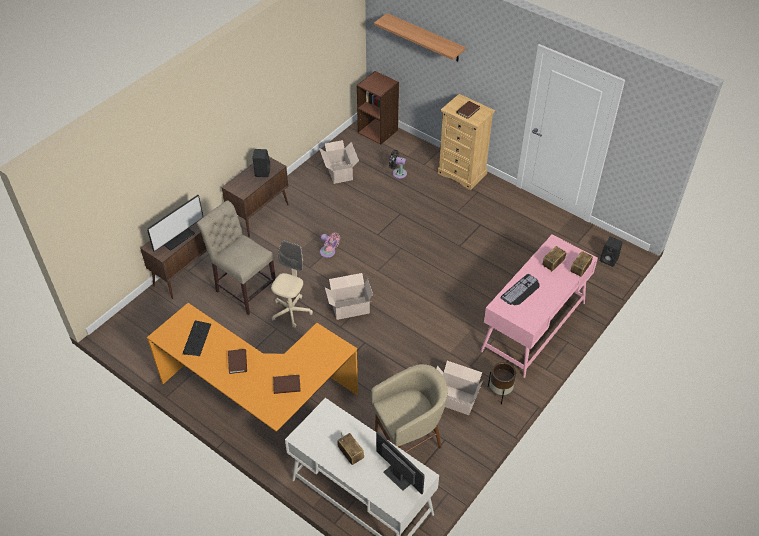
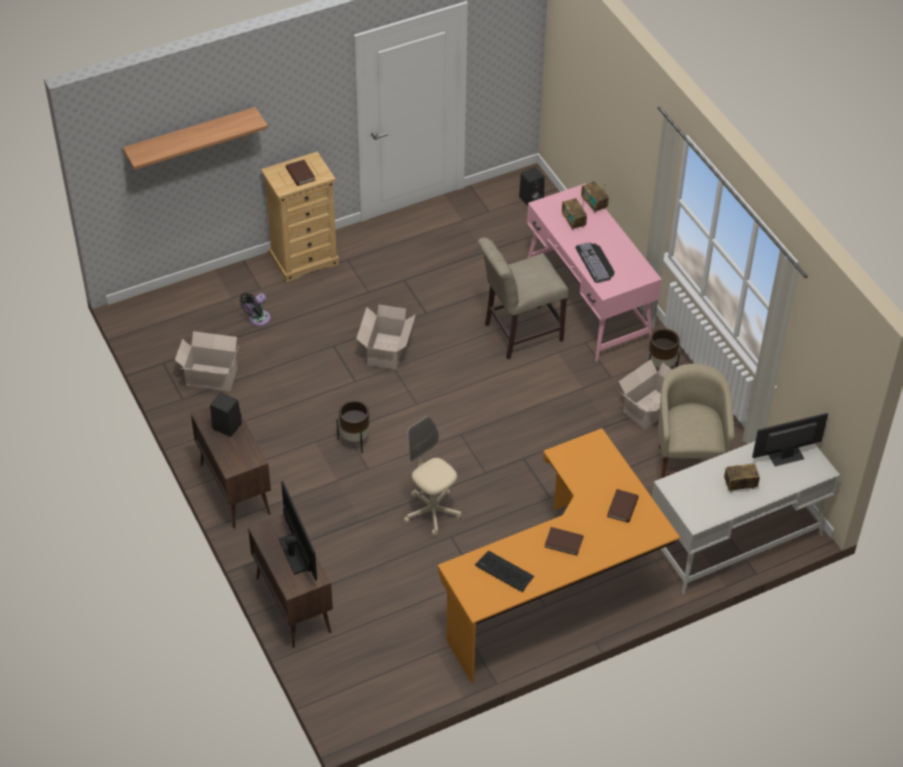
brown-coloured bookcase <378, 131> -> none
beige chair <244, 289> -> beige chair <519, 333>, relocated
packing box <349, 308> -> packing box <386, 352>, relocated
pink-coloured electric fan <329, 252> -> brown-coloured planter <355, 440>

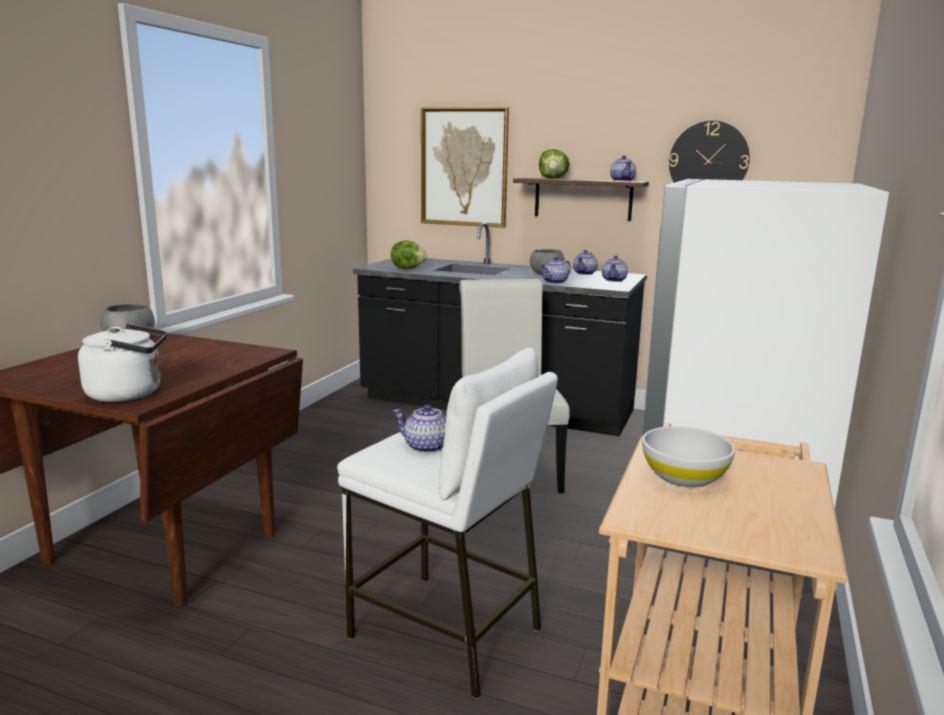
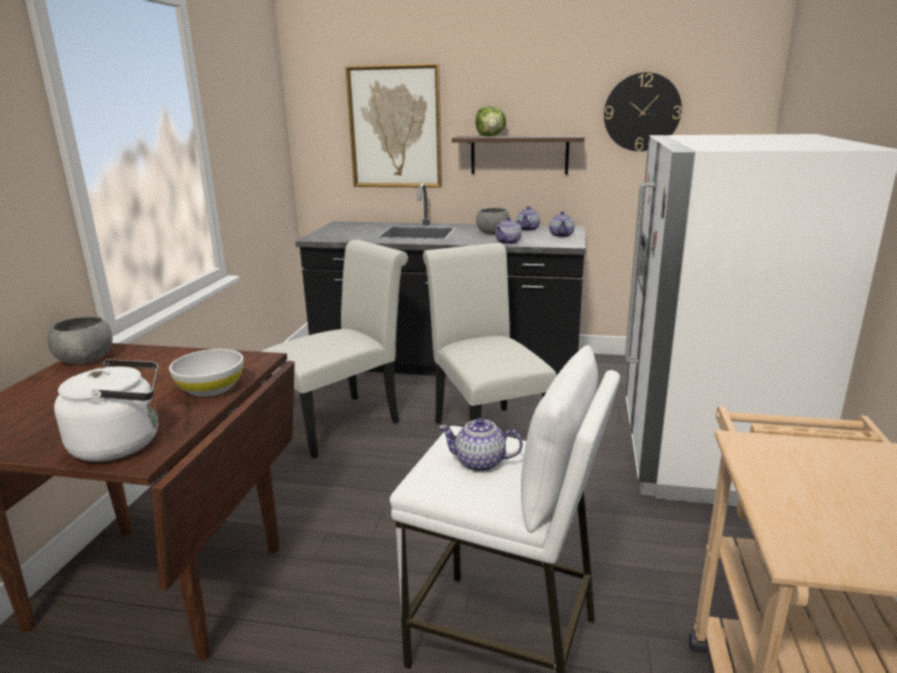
lettuce <408, 268> -> none
teapot <622, 181> -> none
none -> white chair <344, 422>
white deep dish <684, 477> -> white deep dish <211, 388>, relocated

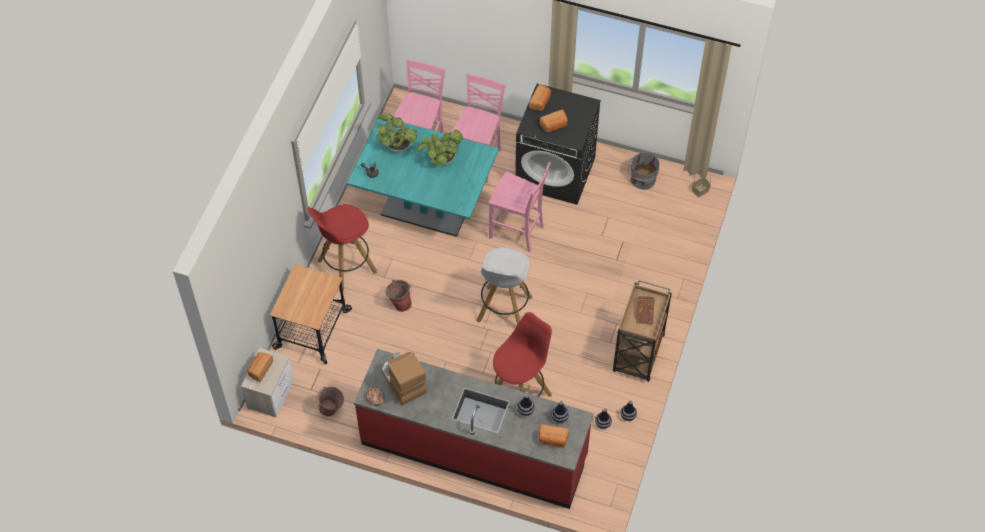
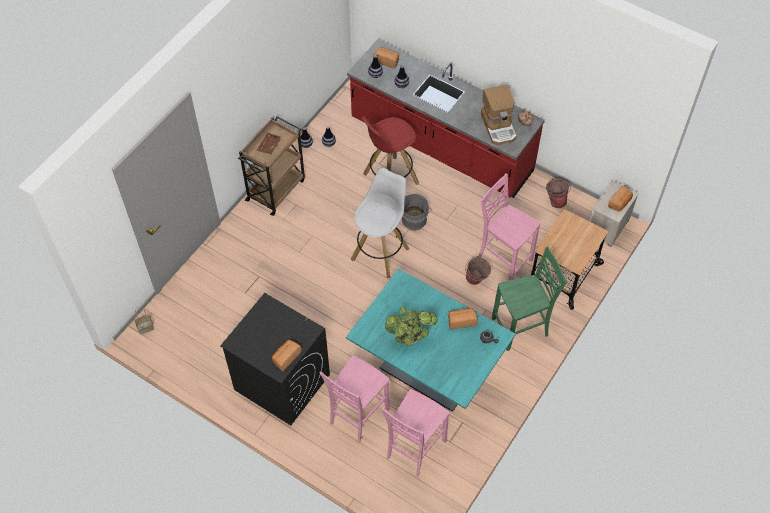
houseplant <397, 146> -> none
pink-coloured chair <518, 232> -> pink-coloured chair <503, 259>, relocated
baked bread <554, 126> -> baked bread <461, 321>, relocated
greyish water bucket <642, 180> -> greyish water bucket <415, 219>, relocated
red-coloured stool <346, 267> -> green chair <521, 328>

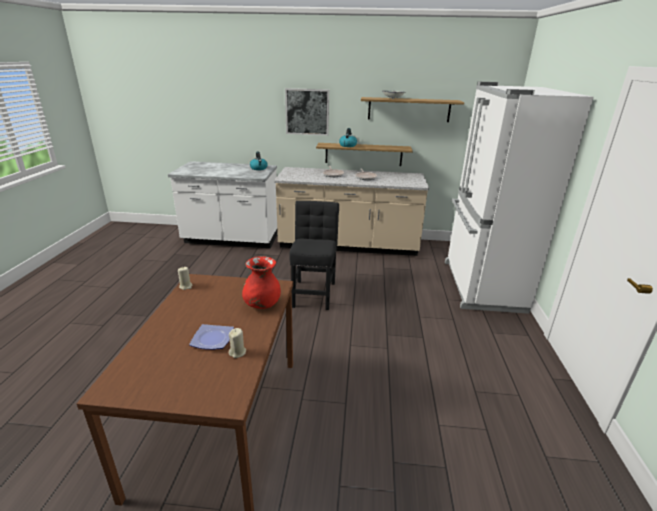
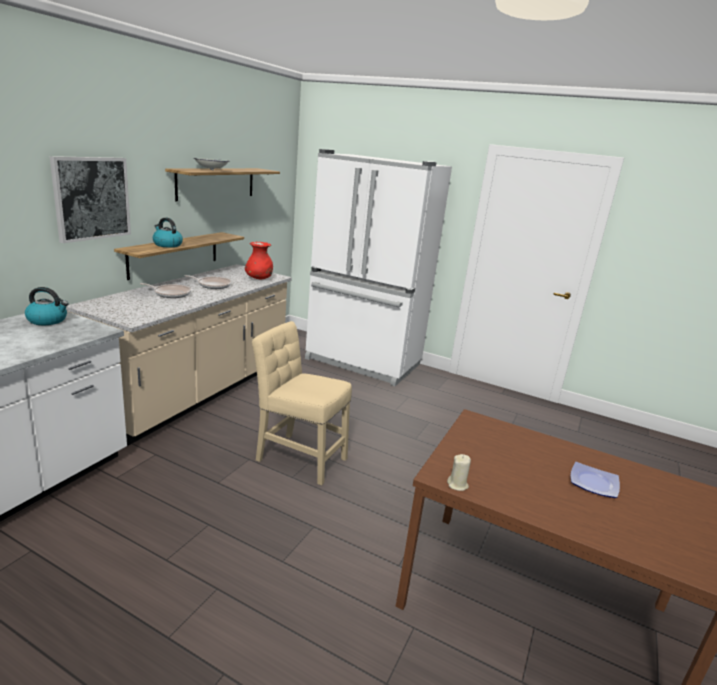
beige candle <237, 352> -> none
red-coloured vase <262, 304> -> red-coloured vase <259, 278>, relocated
black chair <313, 293> -> beige chair <298, 457>

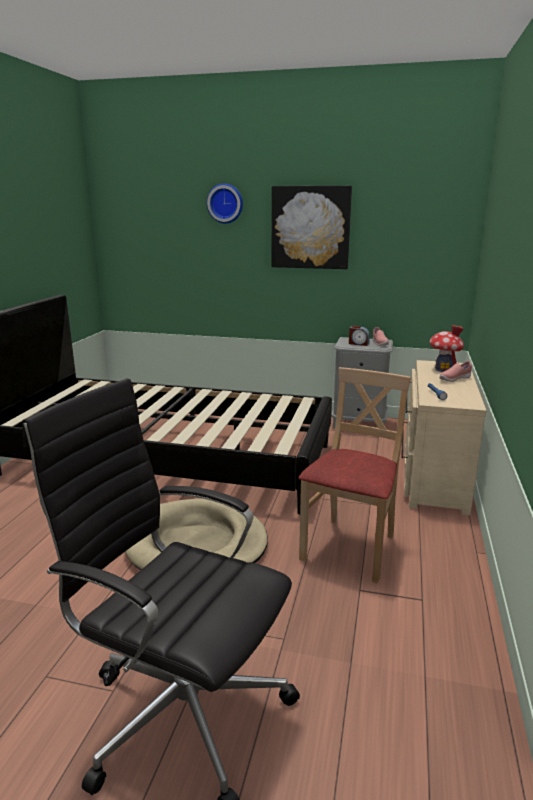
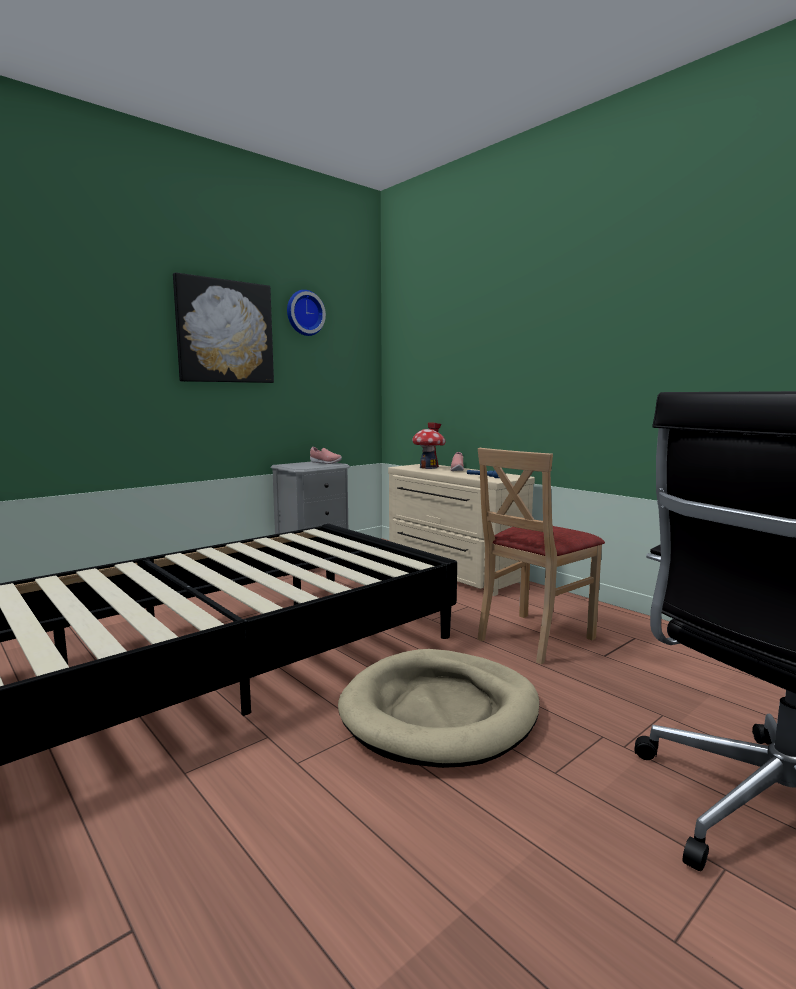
alarm clock <358, 343> -> none
clock on the wall <225, 203> -> clock on the wall <304, 313>, relocated
beige chair <350, 548> -> beige chair <534, 637>, 105 degrees counterclockwise

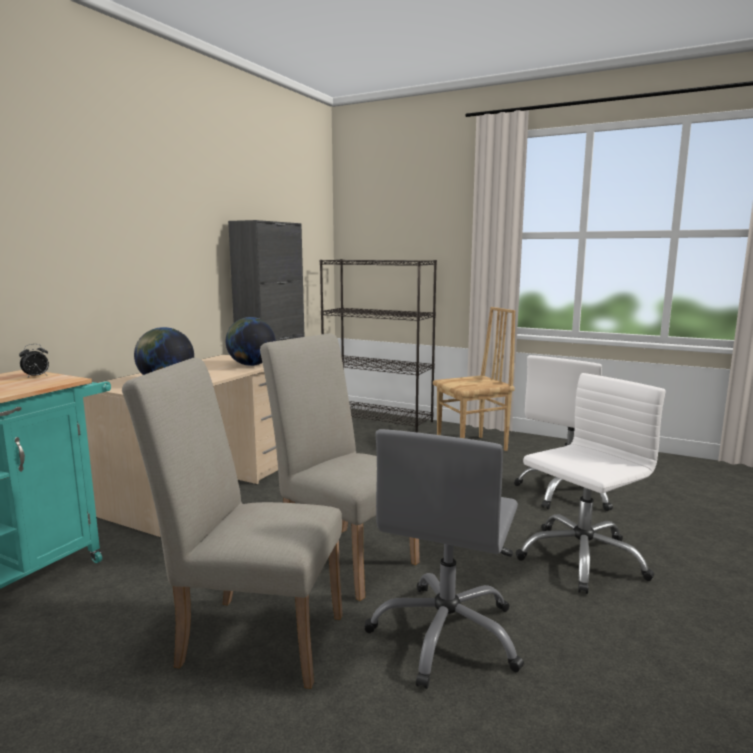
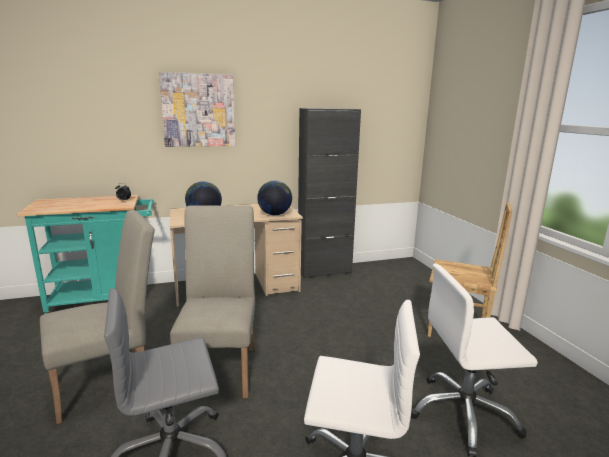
black bookcase <378, 419> -> none
none -> wall picture <198, 110>
beige chair <251, 636> -> beige chair <111, 384>, 90 degrees clockwise

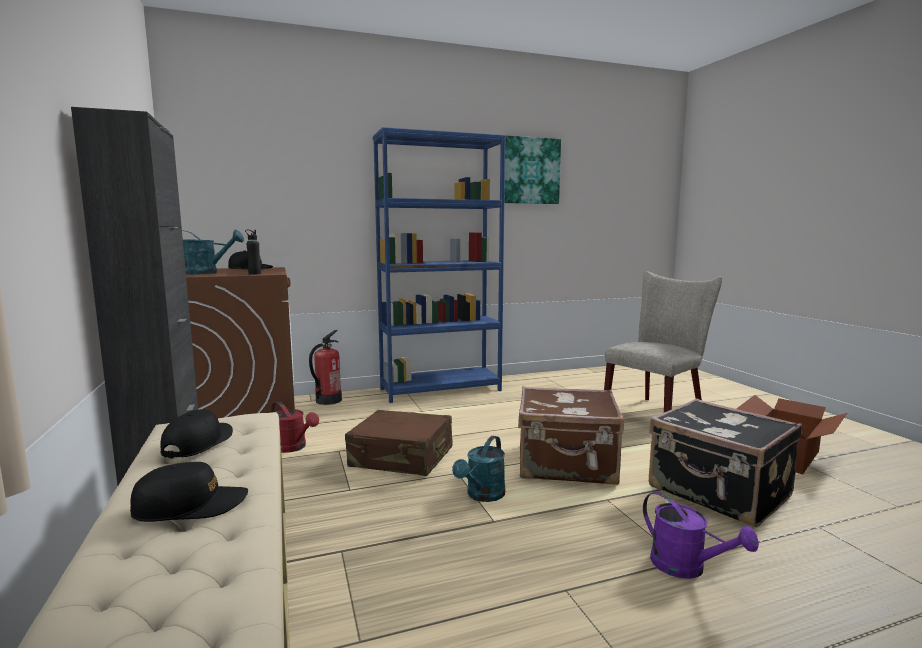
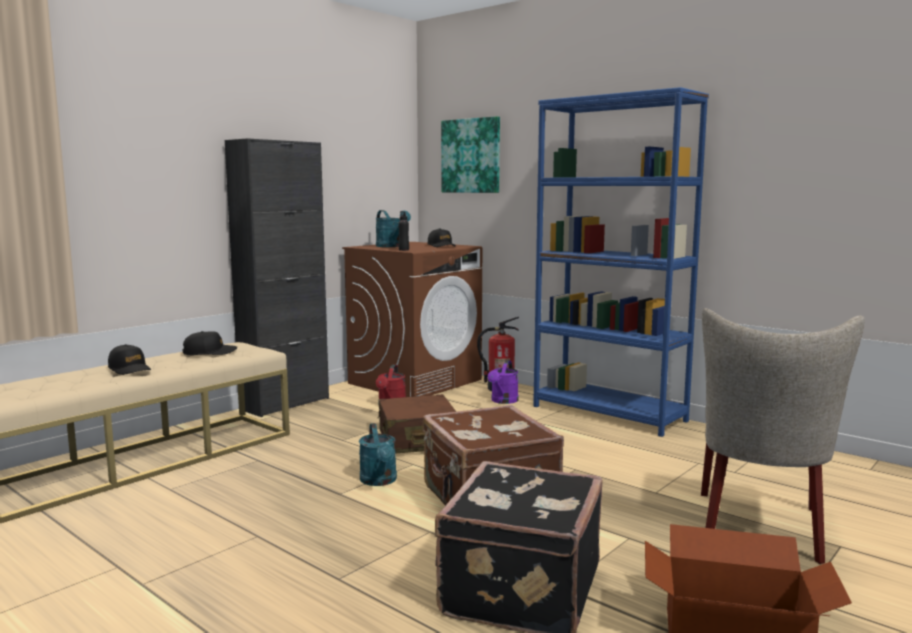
wall picture <529, 171> -> wall picture <471, 156>, relocated
purplish sprinkling can <687, 568> -> purplish sprinkling can <503, 401>, relocated
blue-green sprinkling can <482, 496> -> blue-green sprinkling can <379, 481>, 105 degrees counterclockwise
beige chair <657, 412> -> beige chair <760, 530>, 90 degrees clockwise

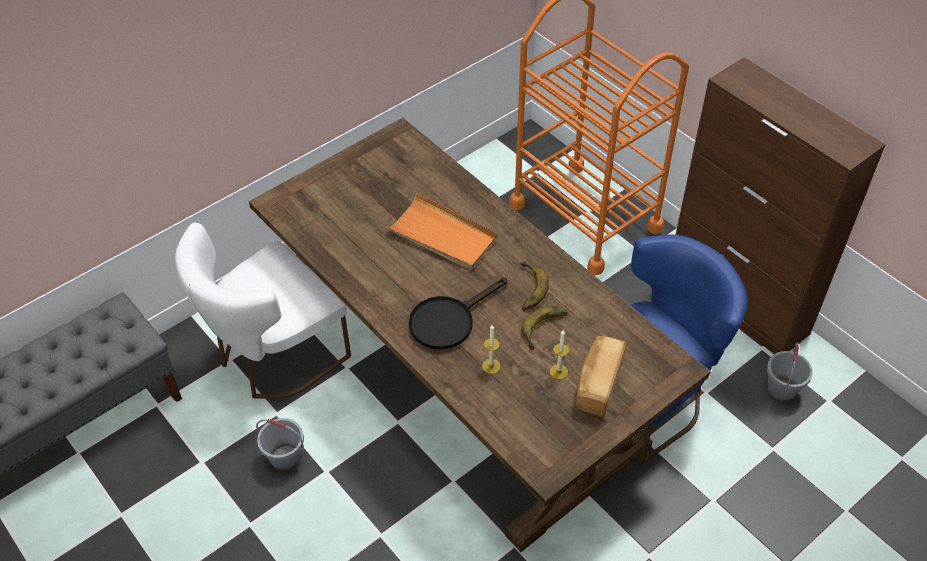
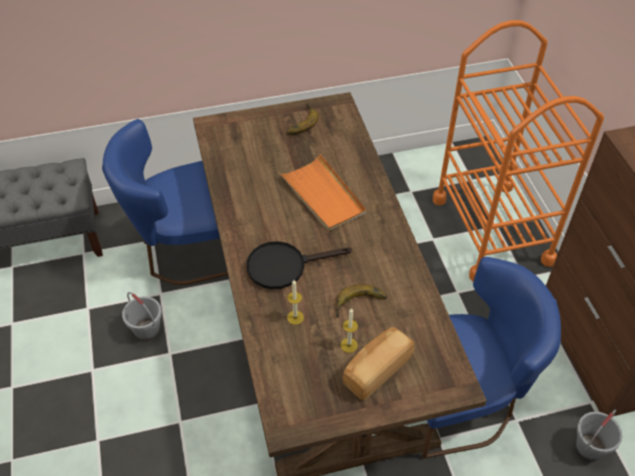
whole banana <526, 289> -> whole banana <299, 122>, relocated
white chair <274, 357> -> blue chair <184, 250>

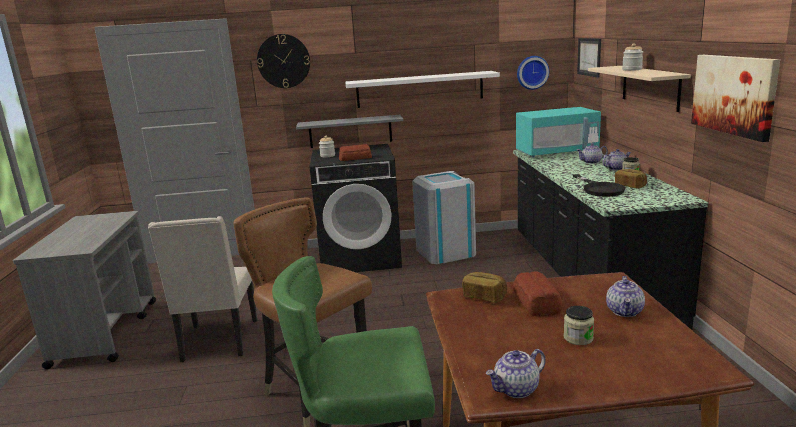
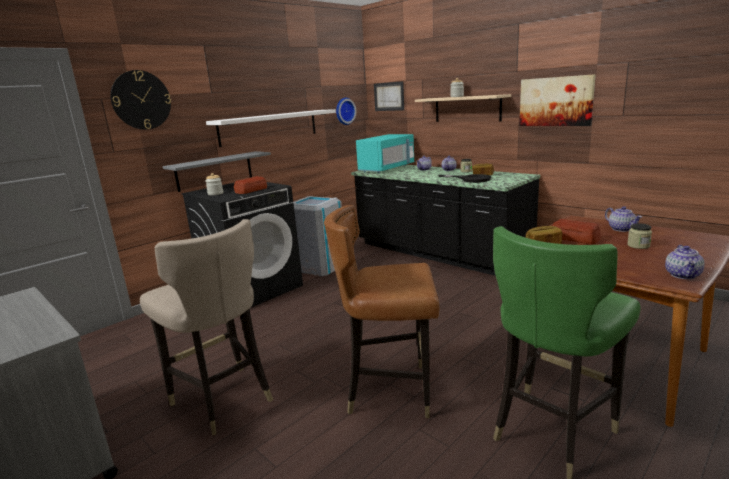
beige chair <219, 341> -> beige stool <223, 399>

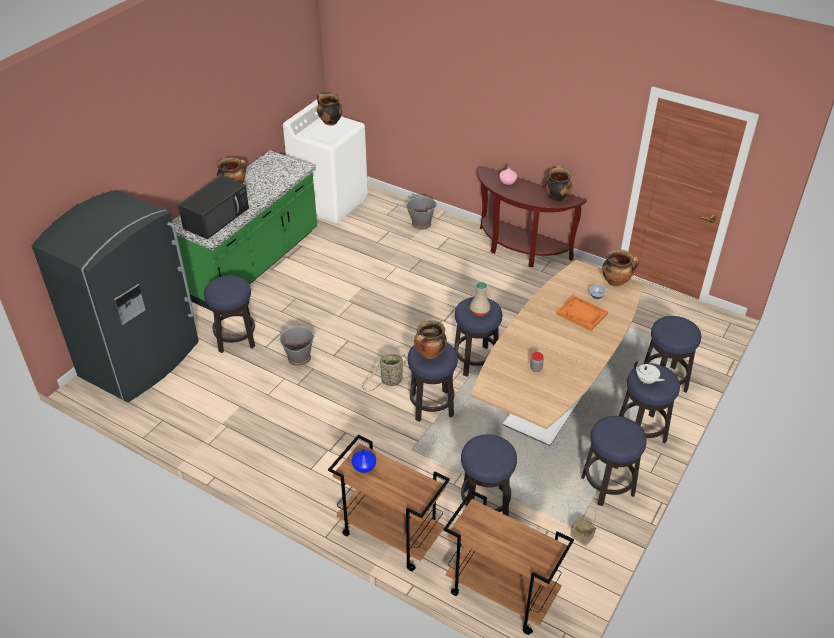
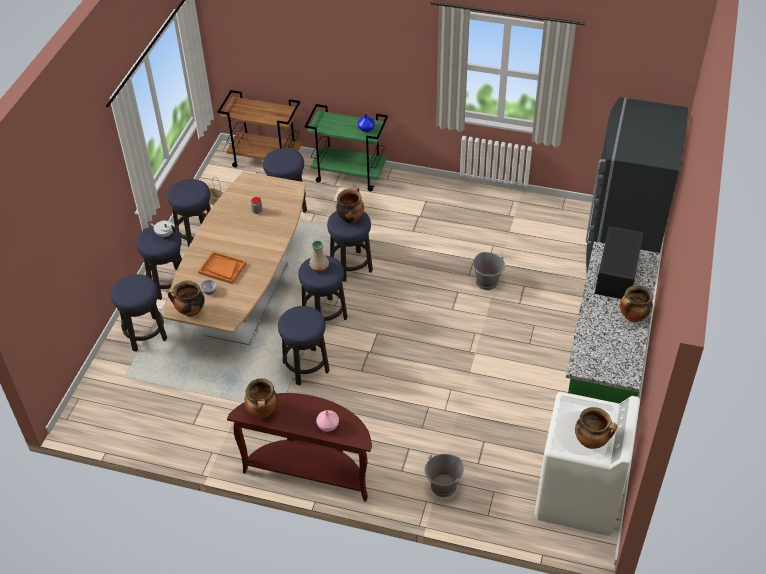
household basket <390, 382> -> none
stool <236, 339> -> stool <306, 367>, relocated
brown-coloured cart <389, 535> -> green cart <350, 175>

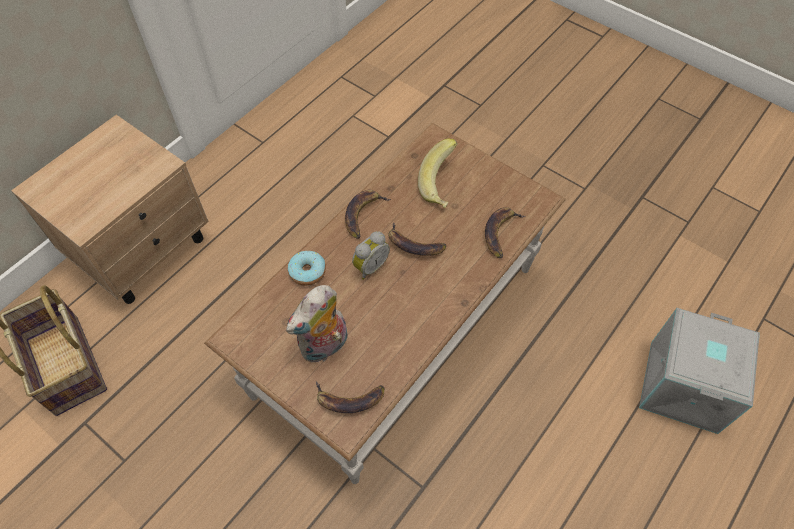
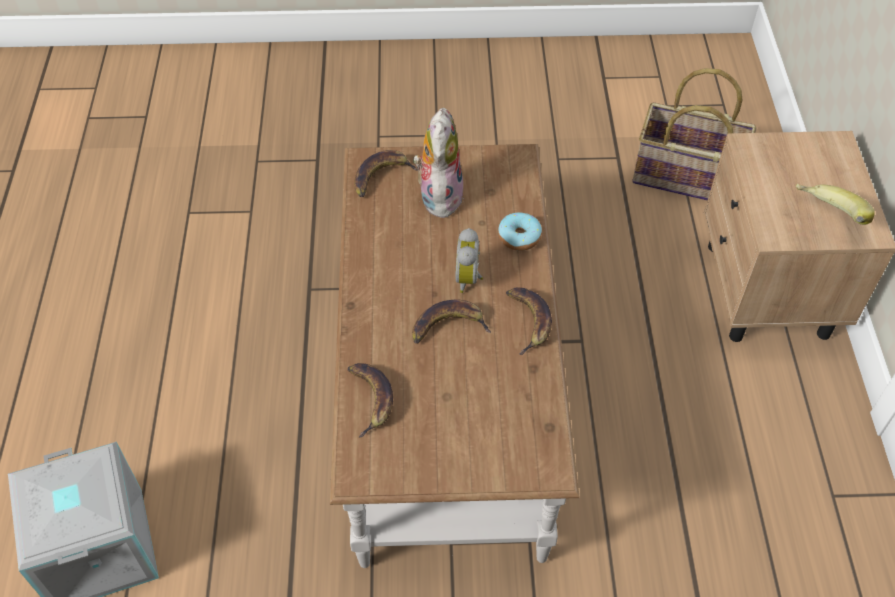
whole banana <442, 185> -> whole banana <827, 217>, relocated

